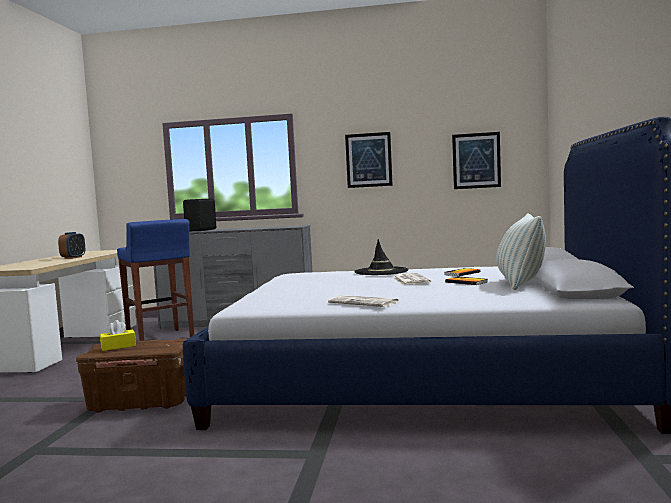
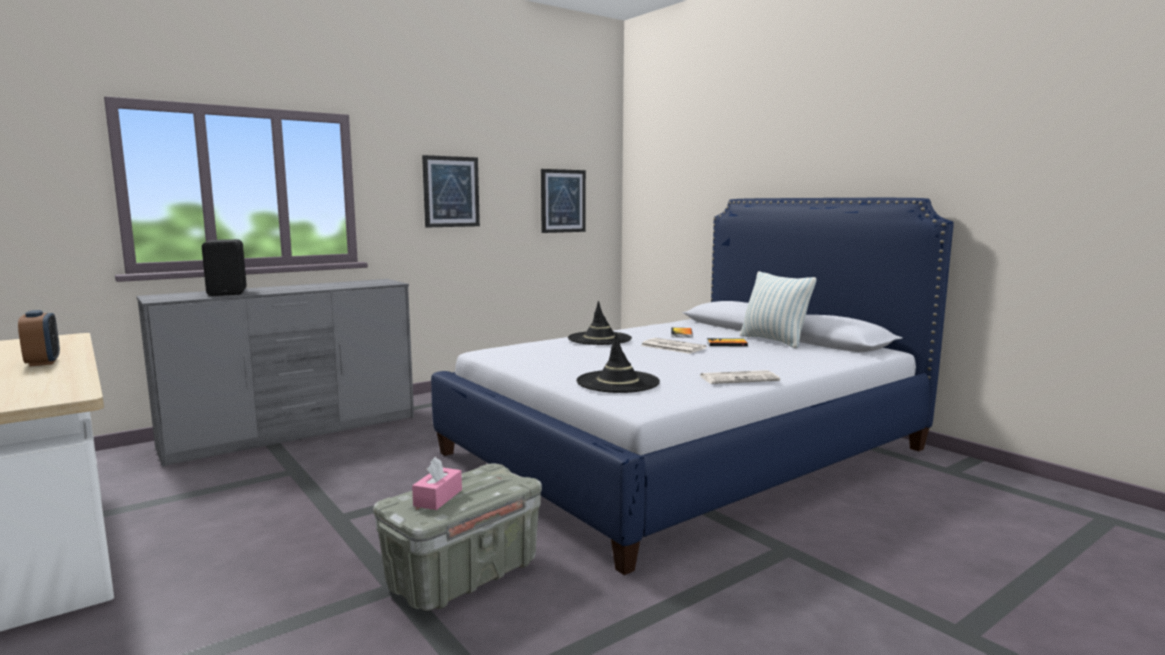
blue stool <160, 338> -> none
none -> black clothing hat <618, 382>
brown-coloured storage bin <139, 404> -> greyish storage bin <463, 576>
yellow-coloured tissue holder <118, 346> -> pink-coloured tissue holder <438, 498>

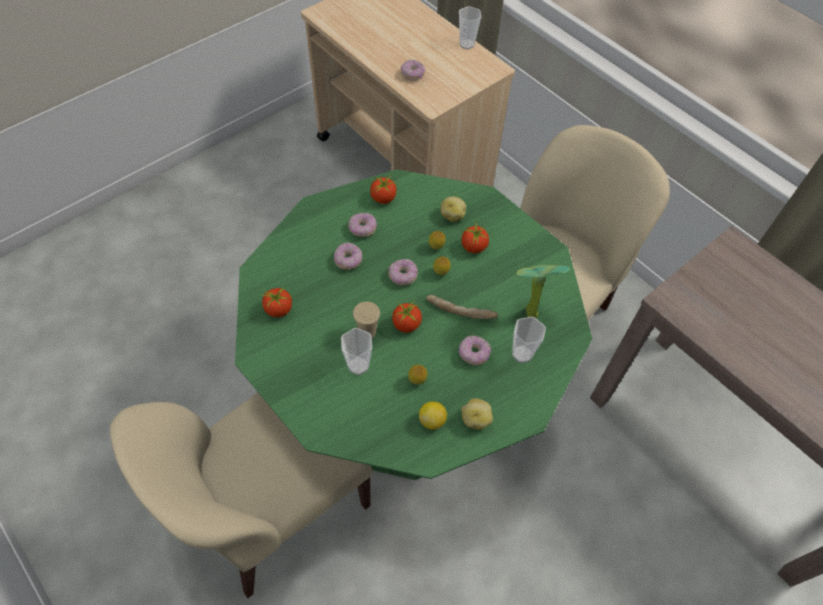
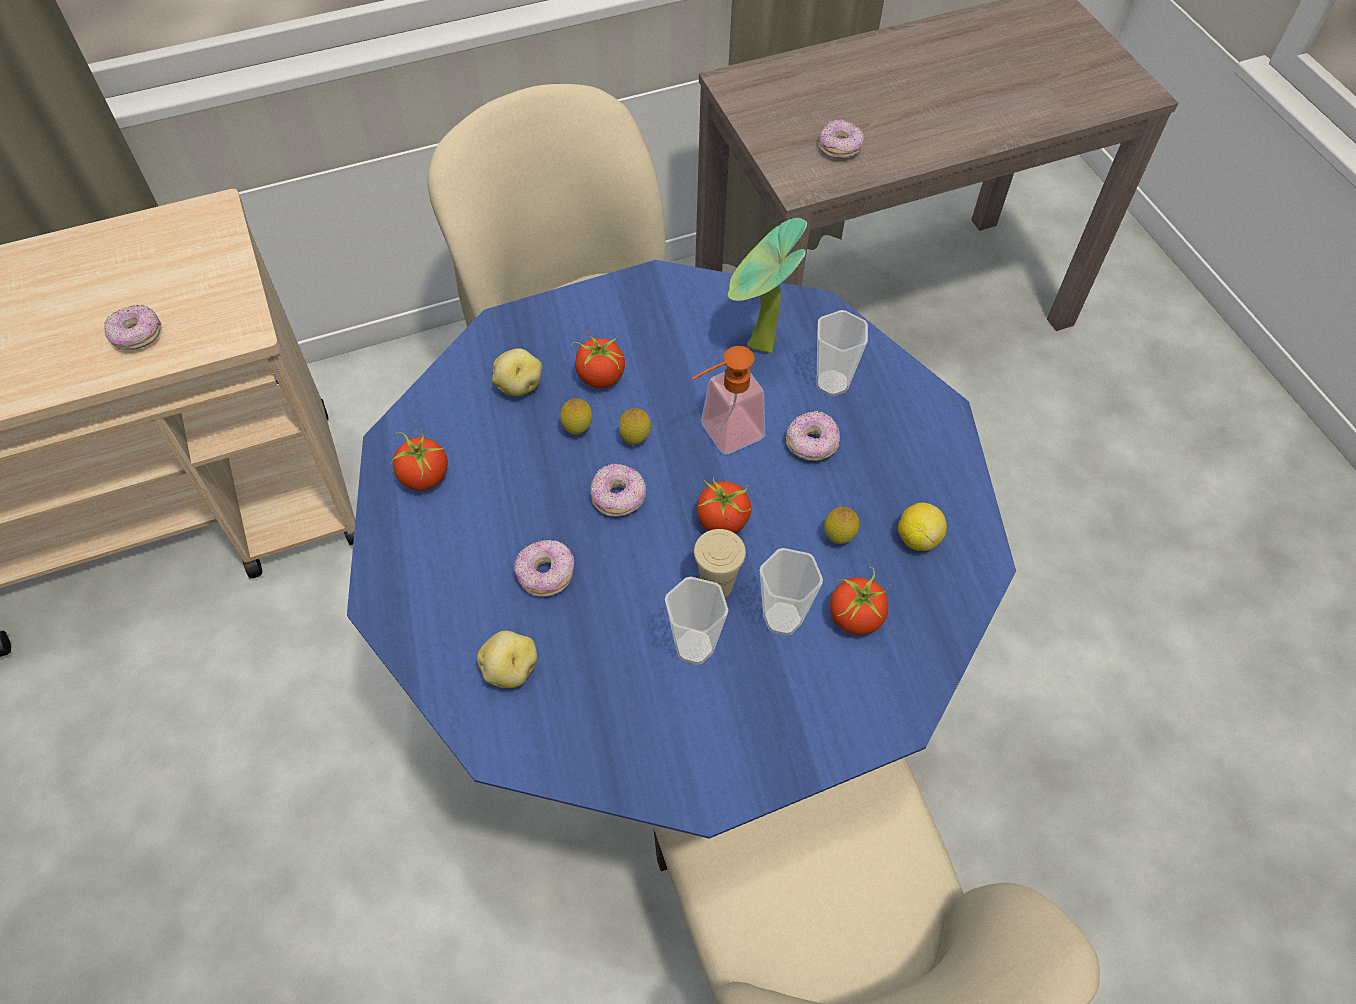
whole tomato <279, 309> -> whole tomato <855, 617>, relocated
donut <362, 229> -> donut <840, 148>, relocated
cup <466, 44> -> cup <694, 647>, relocated
spud <475, 419> -> spud <509, 669>, relocated
baked bread <461, 310> -> soap bottle <722, 435>
green dining table <407, 399> -> blue dining table <675, 675>

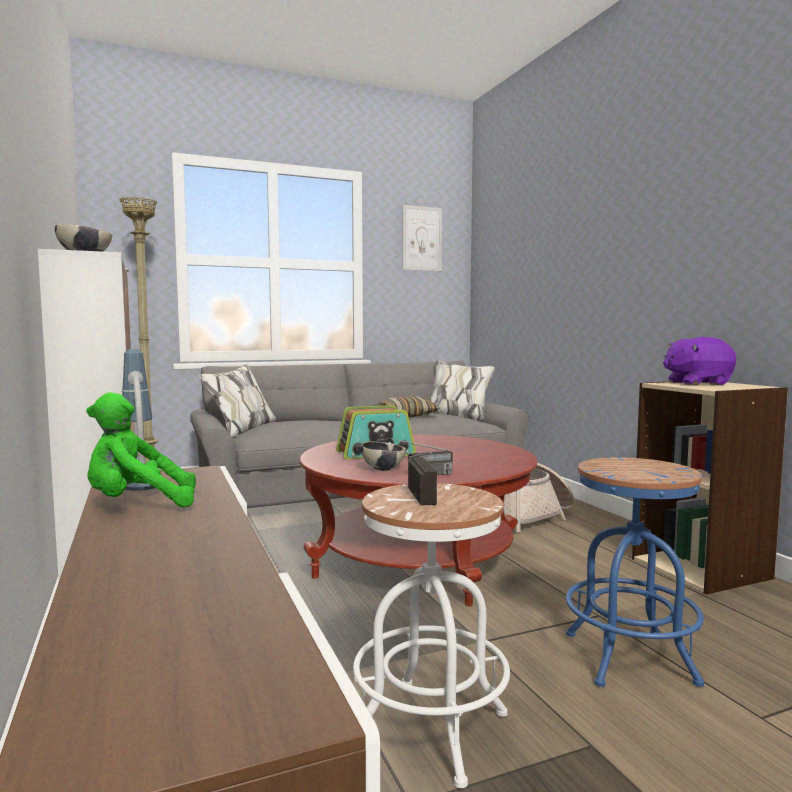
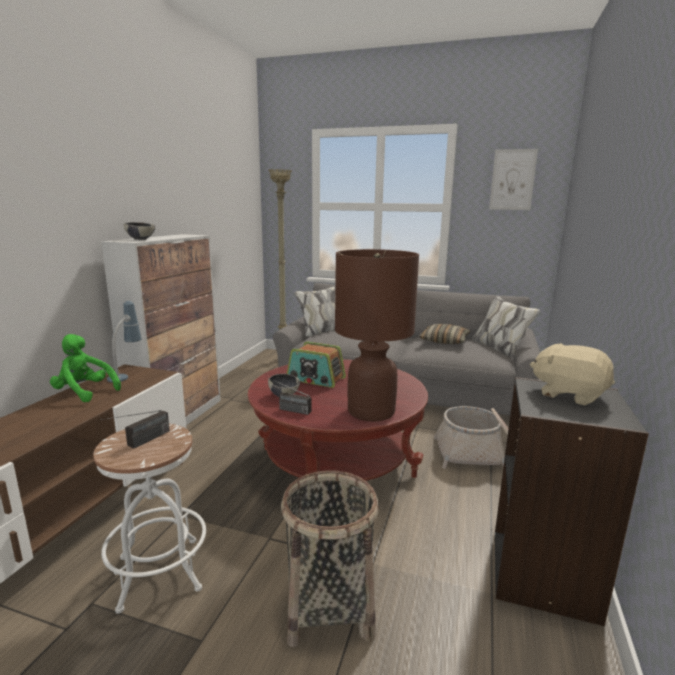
none -> brown-coloured lamp for a table <370, 411>
blue stool <629, 658> -> household basket <328, 607>
beige bookcase <701, 568> -> black bookcase <544, 574>
purplish cuddly toy <696, 383> -> beige cuddly toy <569, 394>

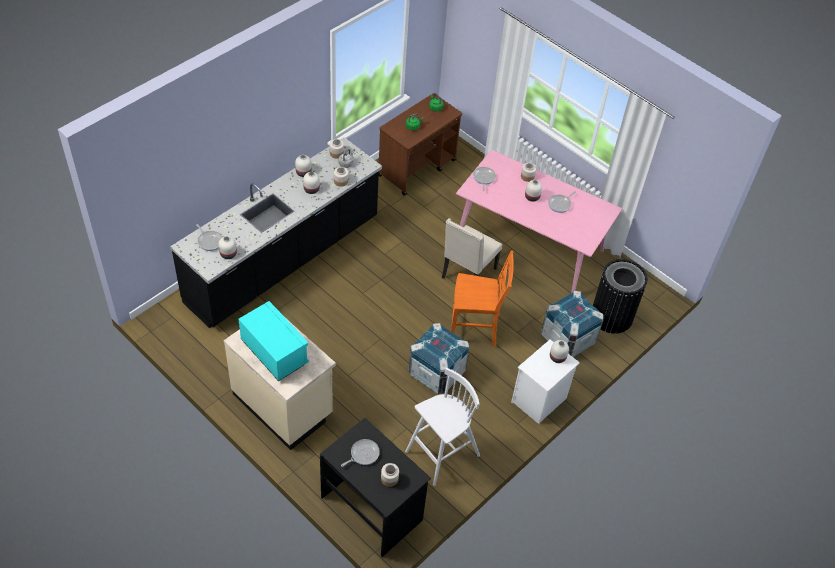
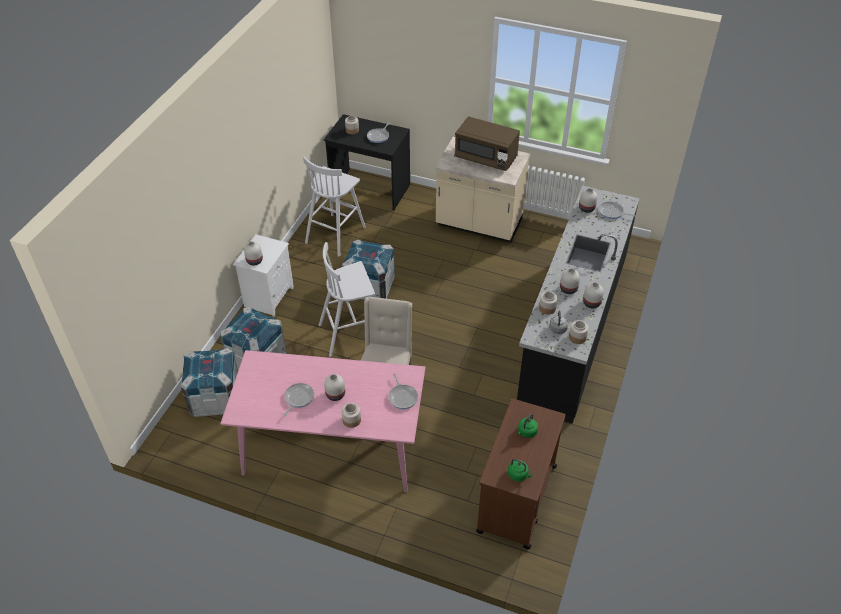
orangey chair <474, 330> -> white stool <352, 333>
black trash can <611, 316> -> crate <215, 398>
blue-green kitchen microwave <274, 352> -> brown-coloured kitchen microwave <486, 158>

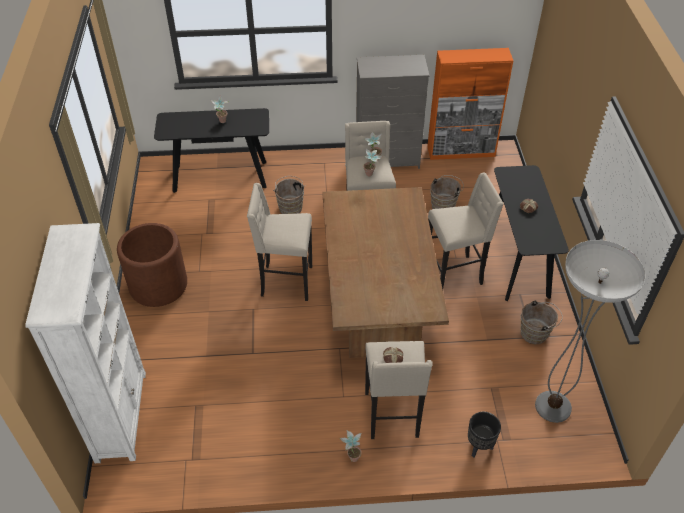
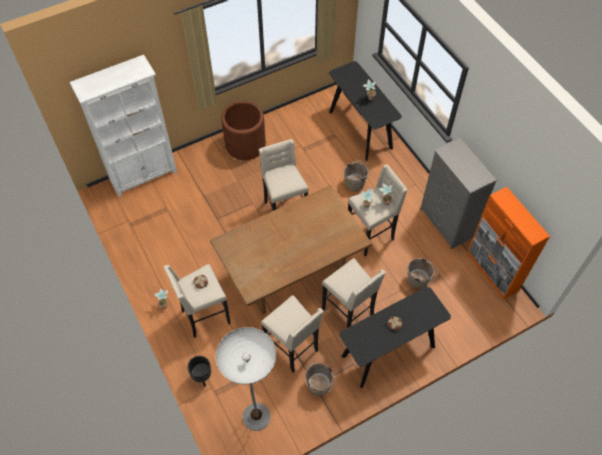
none -> beige stool <293, 349>

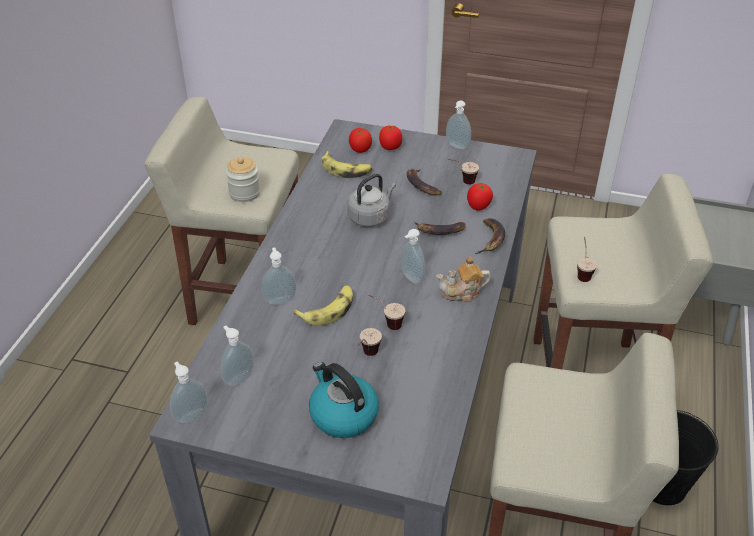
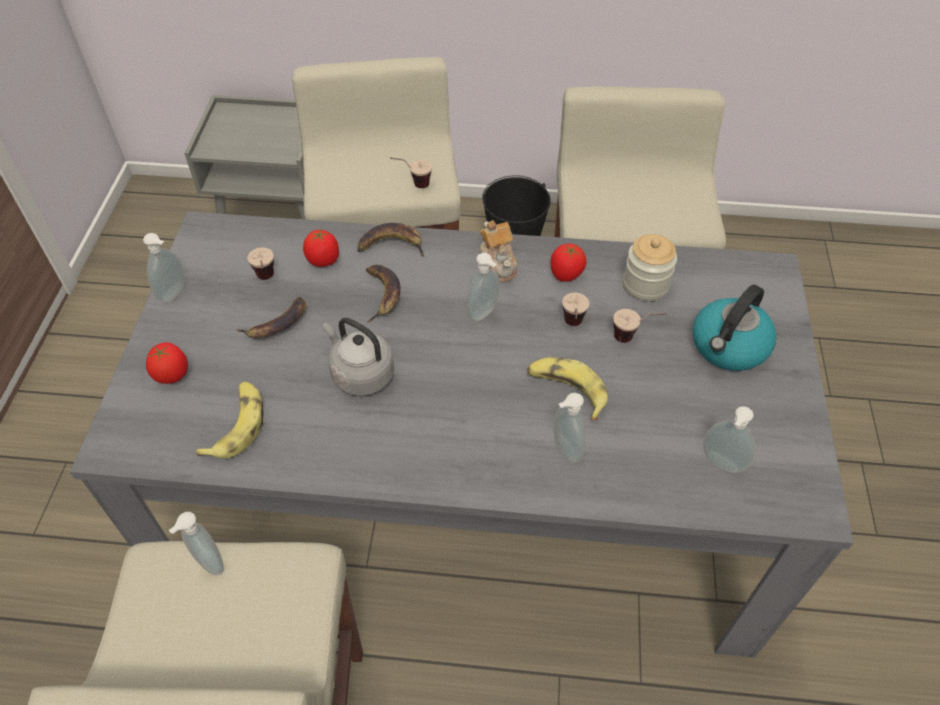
soap bottle <191, 415> -> soap bottle <208, 563>, relocated
preserve jar <244, 193> -> preserve jar <645, 285>, relocated
whole tomato <360, 150> -> whole tomato <566, 274>, relocated

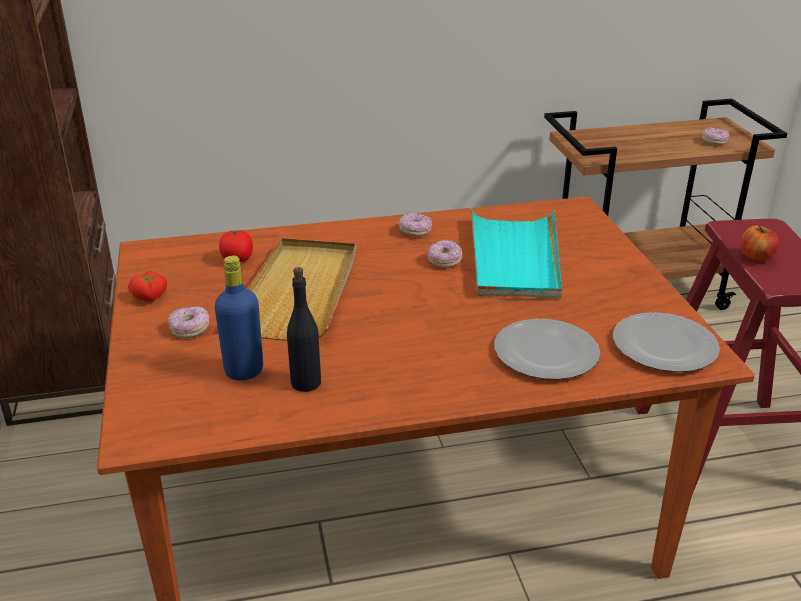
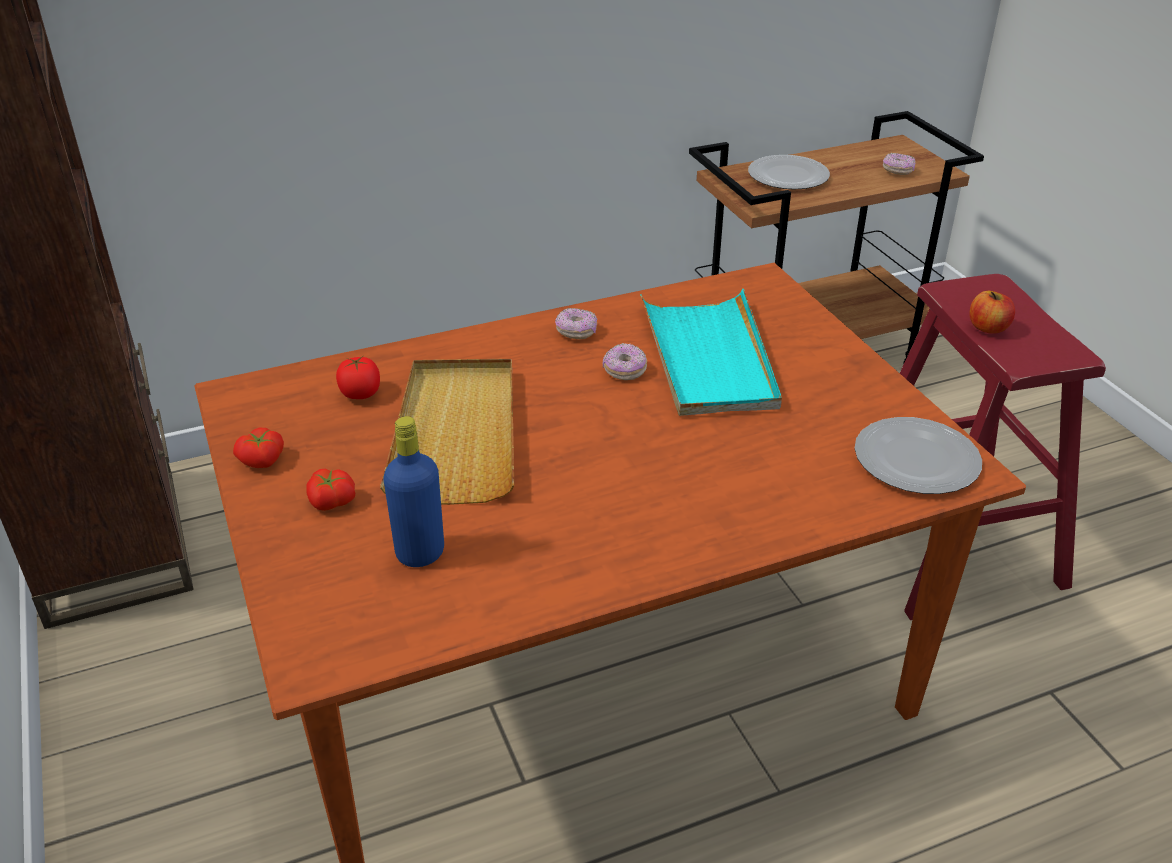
black beverage bottle <306, 382> -> none
dinner plate <546, 354> -> dinner plate <788, 176>, relocated
donut <190, 330> -> whole tomato <331, 502>

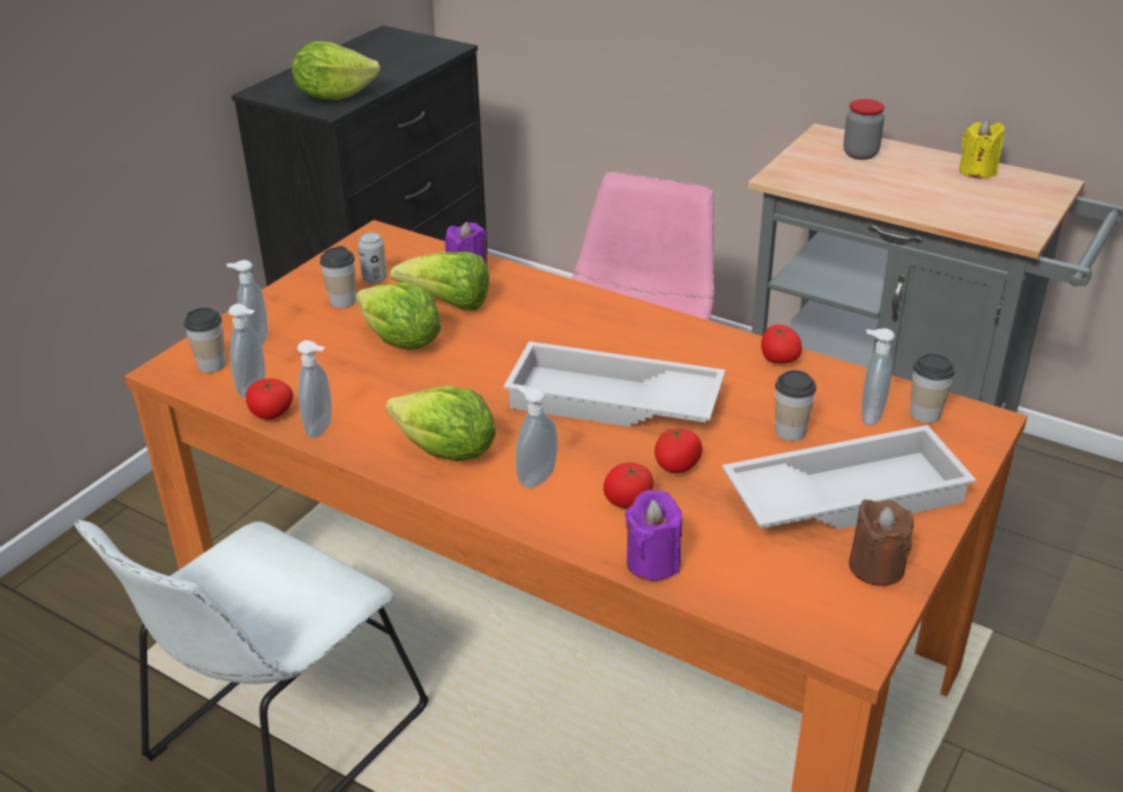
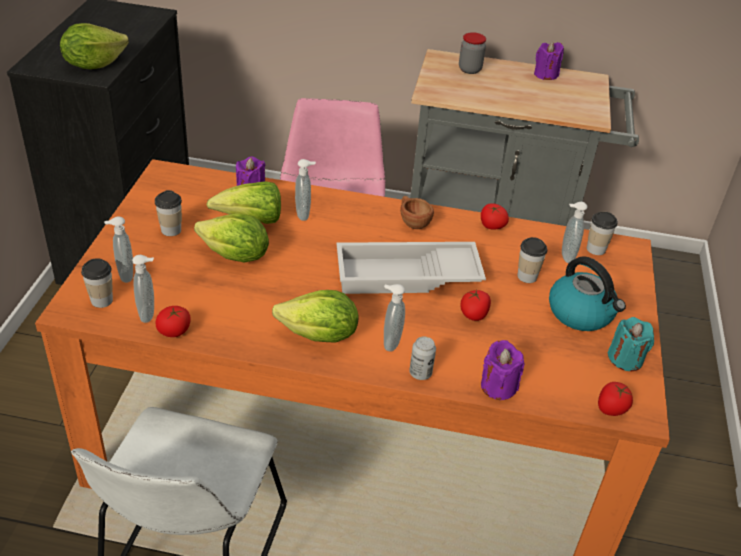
none -> brown-coloured cup <412, 222>
soap bottle <322, 428> -> soap bottle <304, 214>, relocated
metal can <374, 278> -> metal can <420, 373>, relocated
whole tomato <628, 501> -> whole tomato <611, 408>, relocated
white carrying tray <844, 494> -> water kettle <581, 313>
brown-coloured candle <876, 567> -> blue-green candle <625, 359>
yellow-coloured candle <977, 171> -> purplish candle <545, 75>

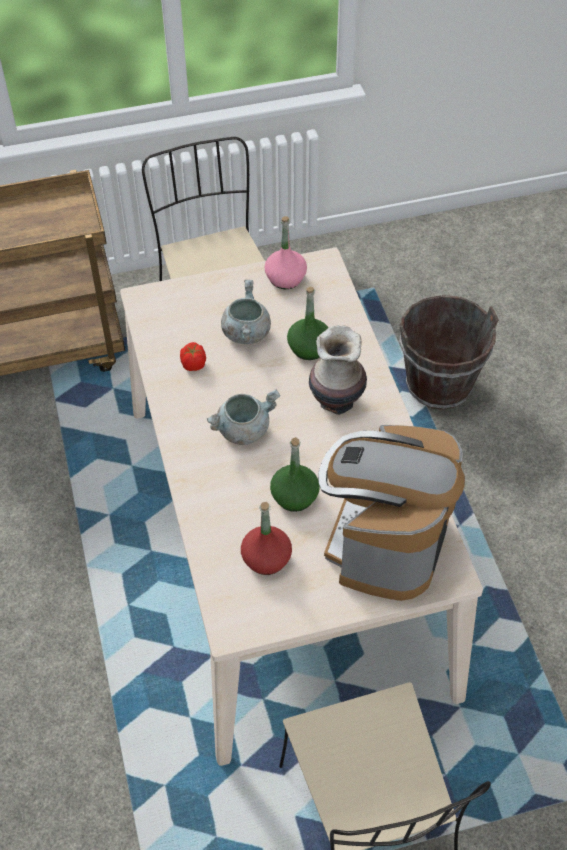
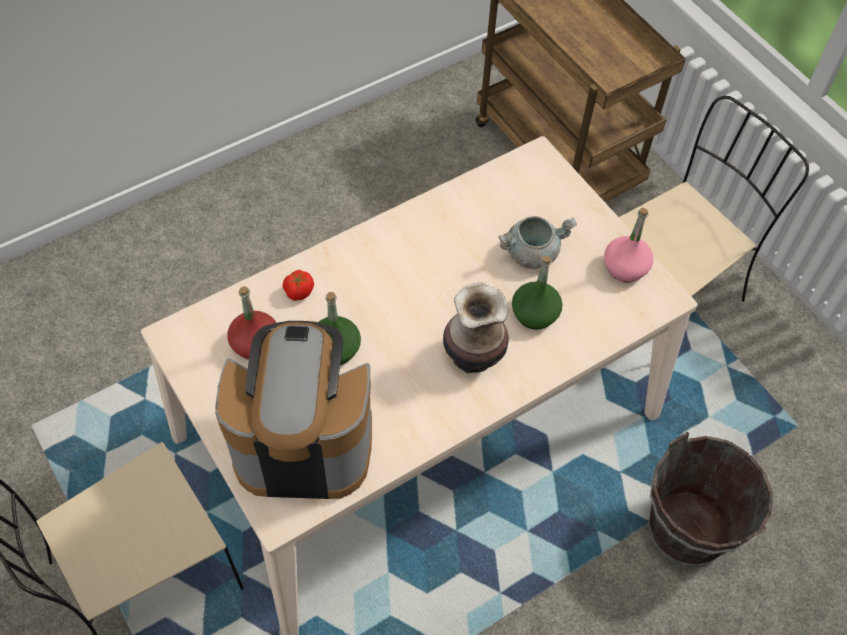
greyish cooking pot <243, 430> -> none
whole tomato <193, 364> -> whole tomato <299, 292>, relocated

